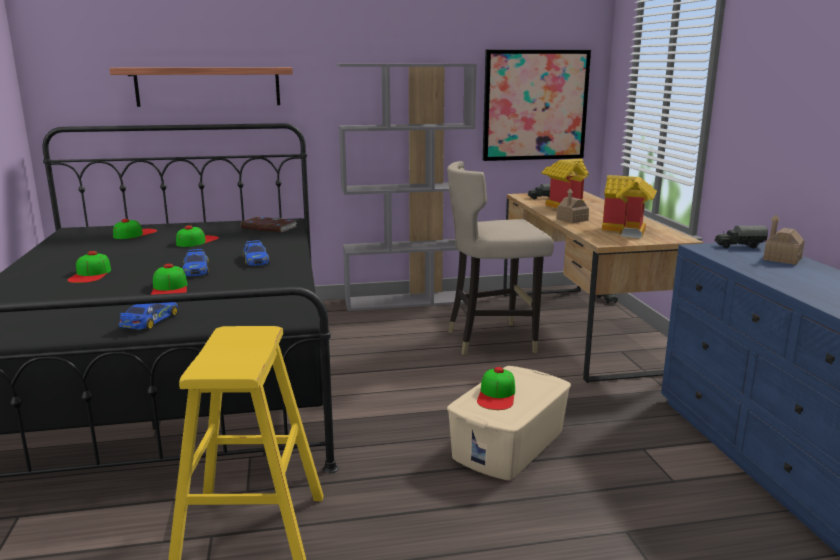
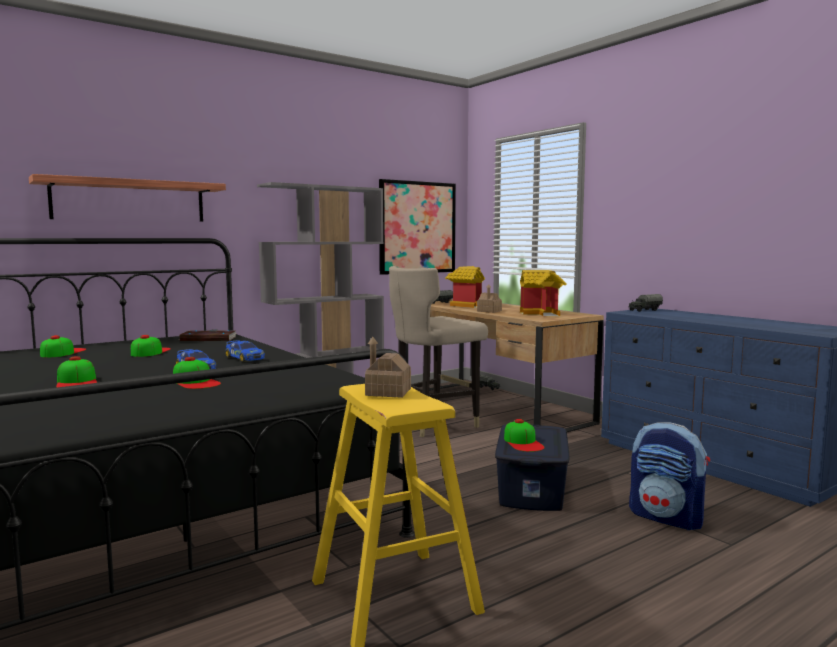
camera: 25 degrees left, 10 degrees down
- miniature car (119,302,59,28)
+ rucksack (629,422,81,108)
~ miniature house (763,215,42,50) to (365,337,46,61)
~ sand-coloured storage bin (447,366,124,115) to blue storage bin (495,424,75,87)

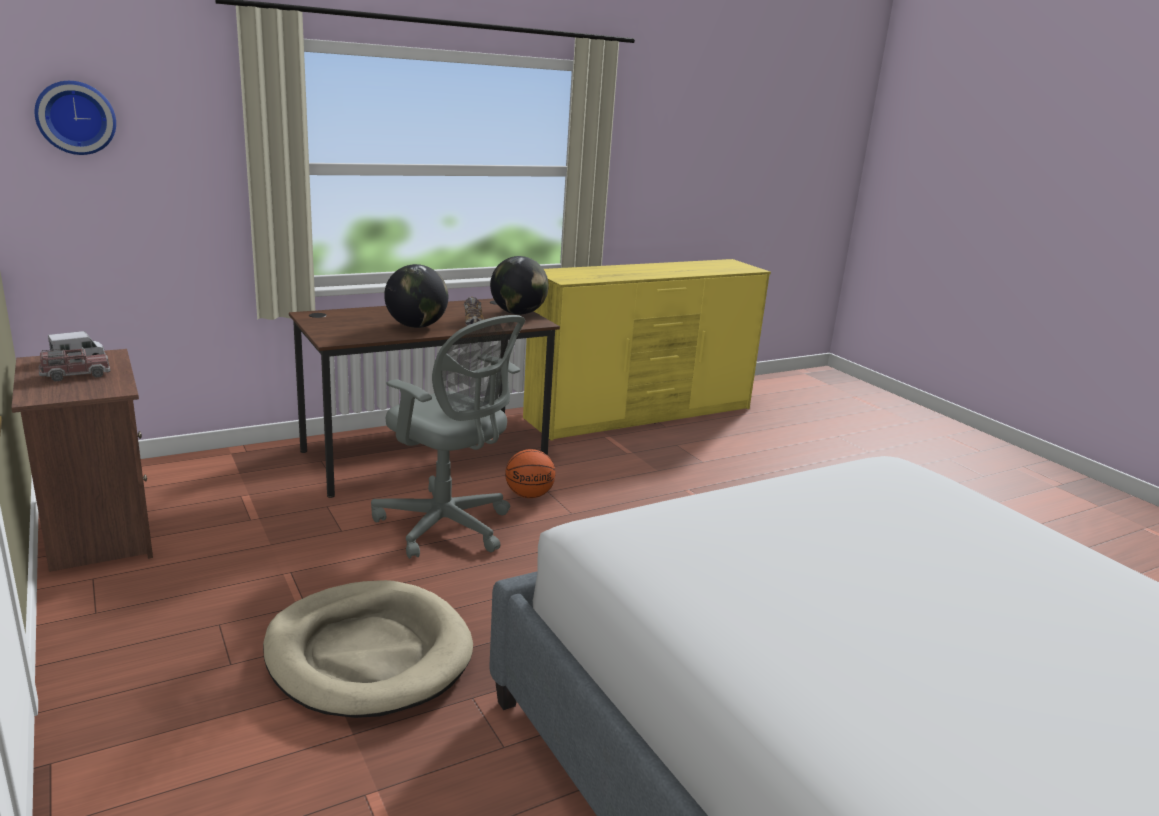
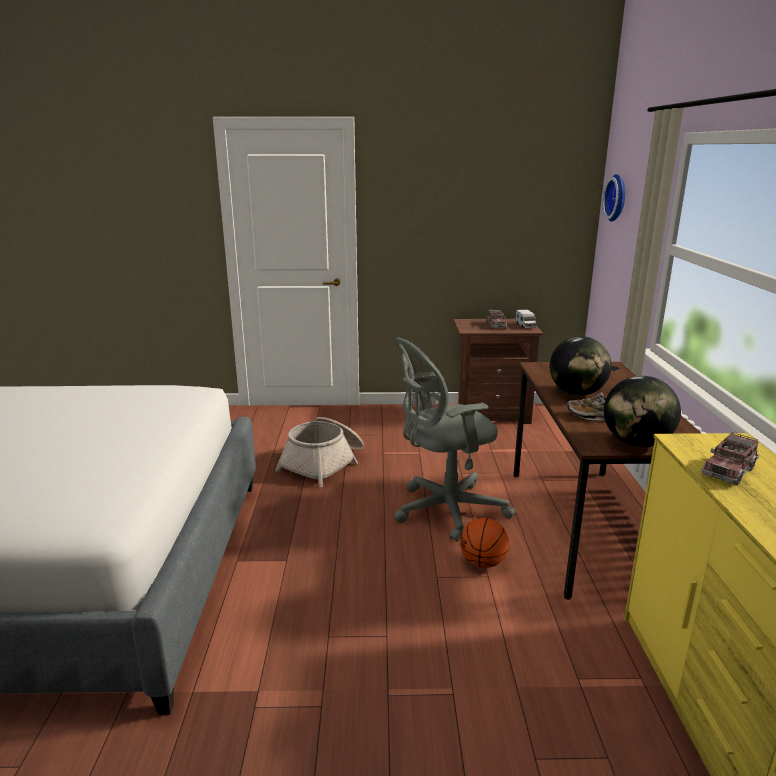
camera: 120 degrees right, 0 degrees up
+ toy truck (701,432,58,53)
~ sand-coloured dog bed (263,580,210,138) to basket (275,417,89,70)

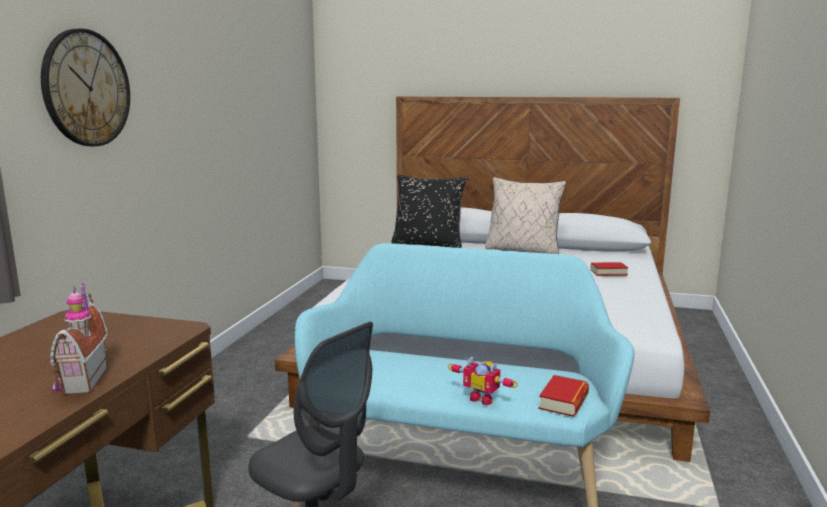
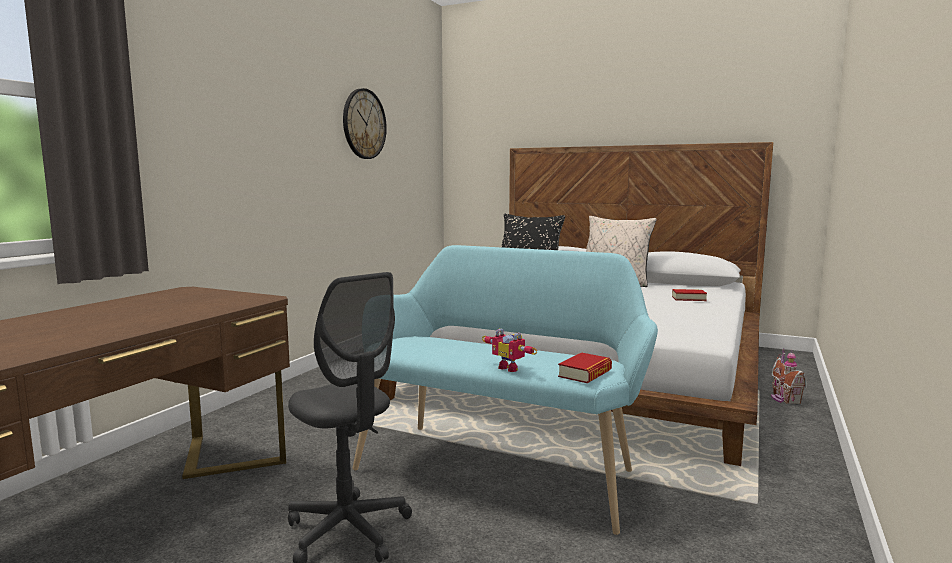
camera: 10 degrees right, 5 degrees down
~ hanging clock (41,29,89,117) to (343,88,44,71)
~ miniature house (50,283,58,111) to (771,348,36,56)

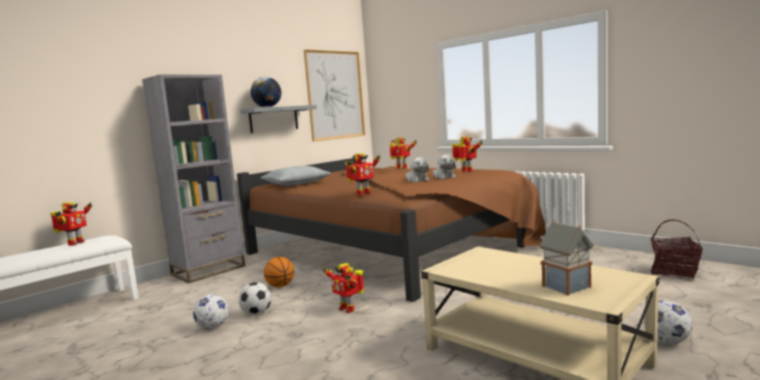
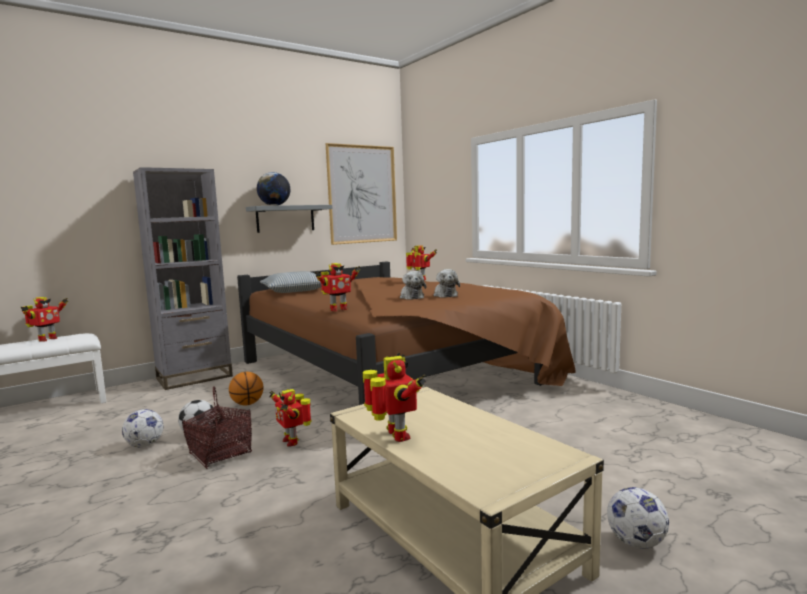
camera: 10 degrees right, 0 degrees up
- miniature house (539,220,55,76)
~ model robot (452,137,30,35) to (363,353,63,89)
~ basket (651,220,52,61) to (182,386,70,83)

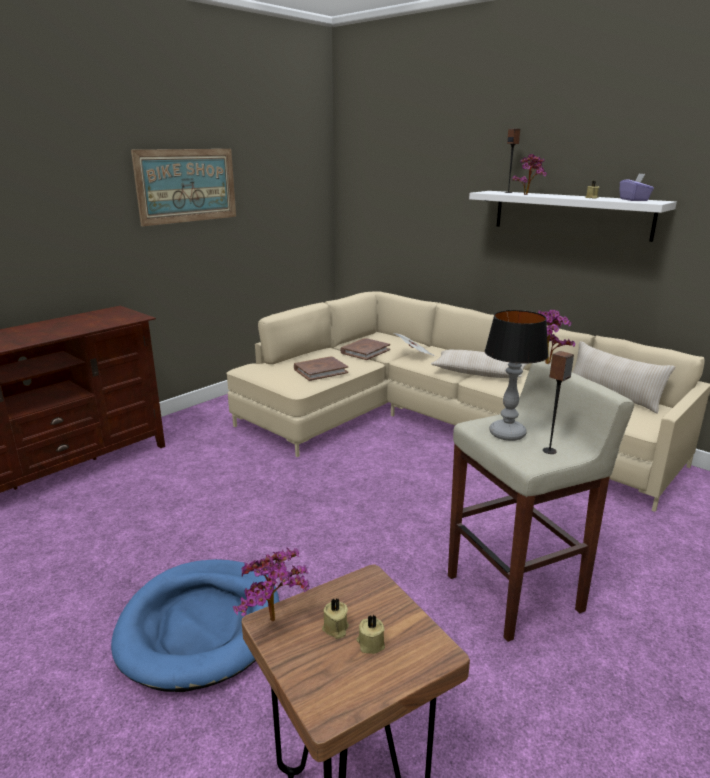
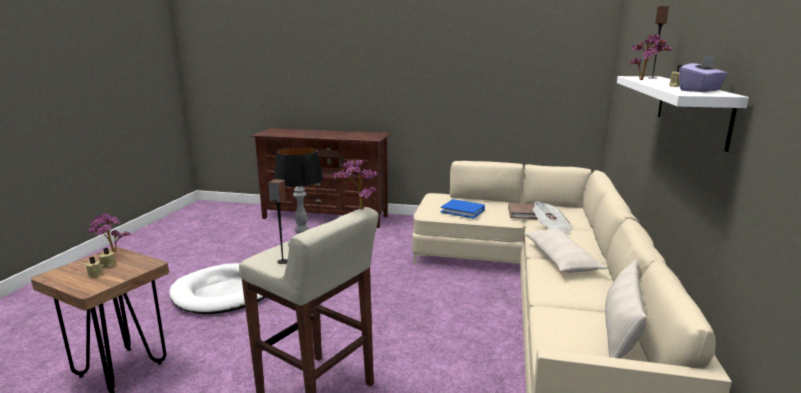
camera: 60 degrees right, 5 degrees down
- wall picture (131,149,105,77)
~ blue dog bed (111,559,168,133) to whitish dog bed (169,263,97,51)
~ brown-coloured volume (294,356,54,25) to blue volume (441,199,44,20)

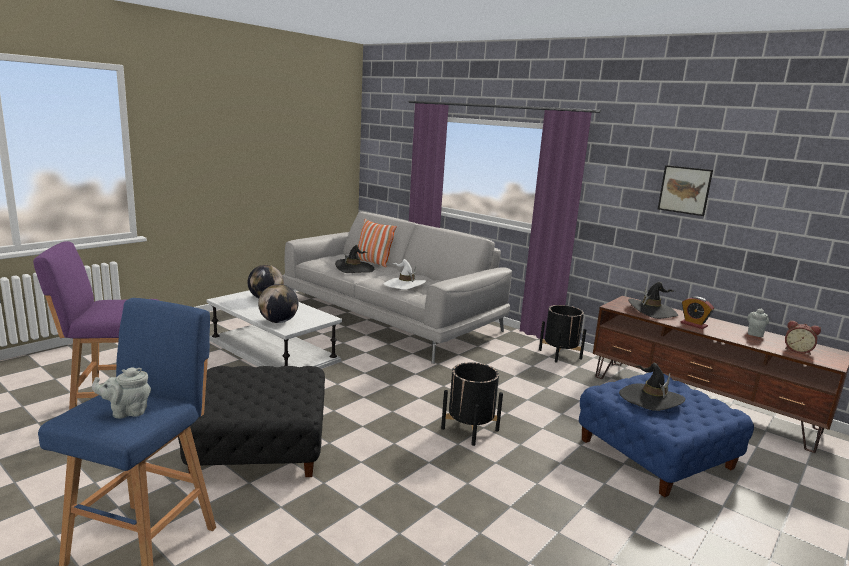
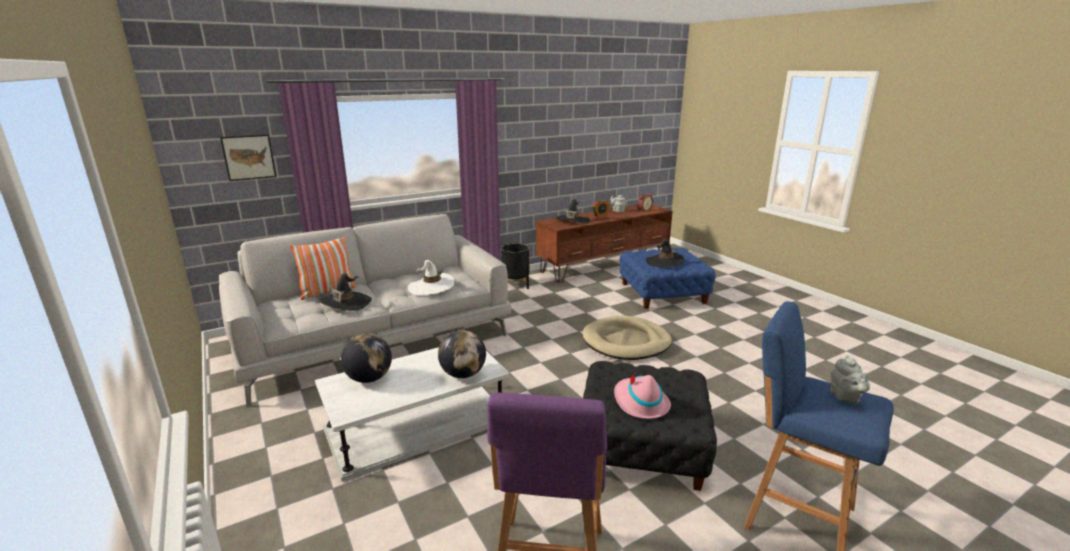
camera: 70 degrees left, 5 degrees up
+ pink-coloured clothing hat (614,374,57,45)
~ wall picture (658,165,55,51) to (220,134,56,47)
~ blackish flower pot (441,362,62,84) to sand-coloured dog bed (583,316,89,44)

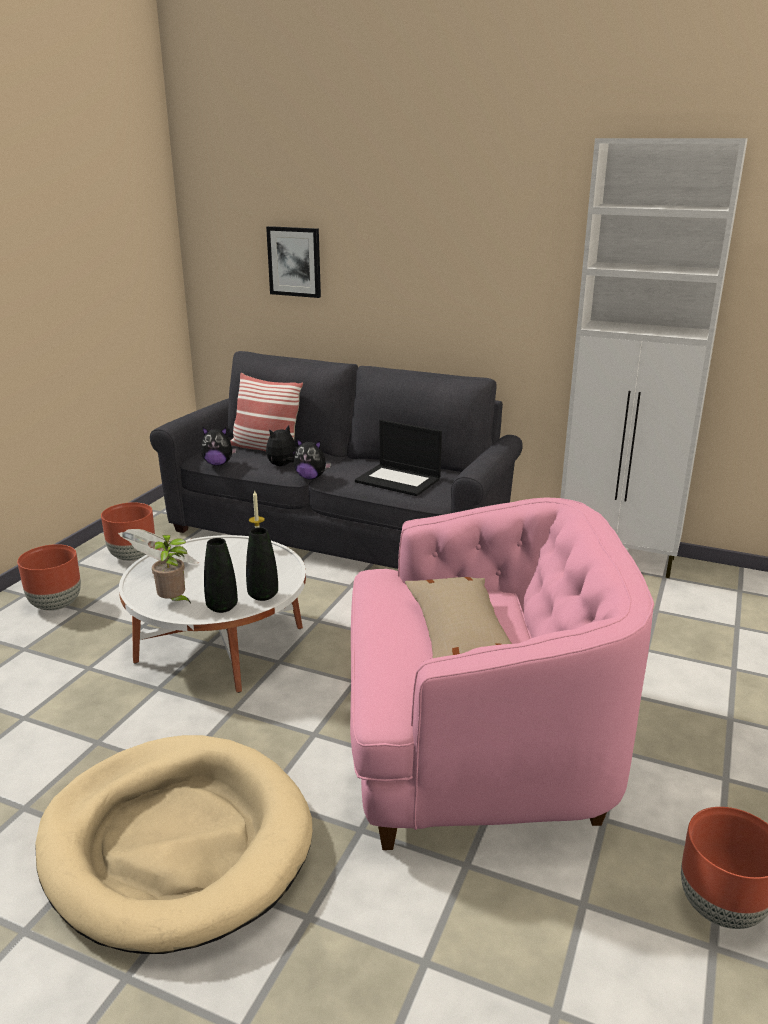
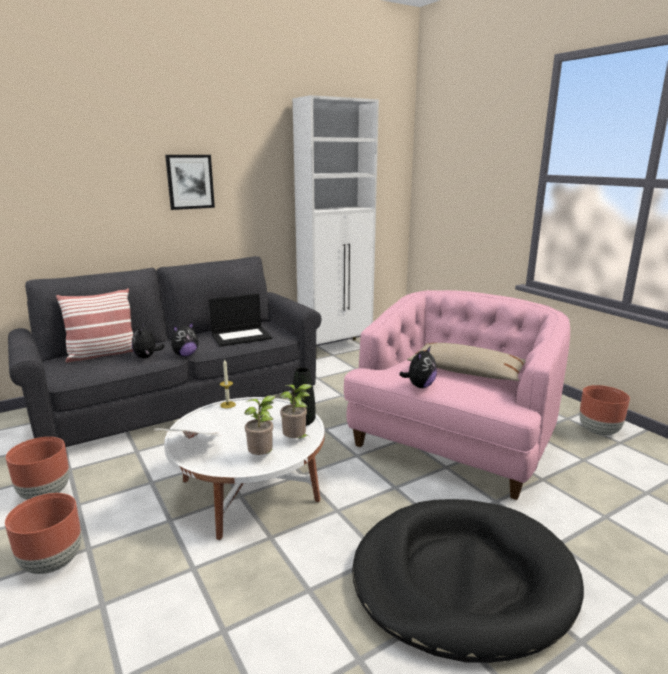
camera: 55 degrees left, 5 degrees down
~ plush toy (201,428,36,38) to (399,347,38,41)
~ wall picture (266,226,55,72) to (165,155,50,55)
~ blackish flower vase (204,538,34,75) to plant in a pot (280,384,32,54)
~ sand-coloured dog bed (35,735,277,219) to blackish dog bed (352,499,232,164)

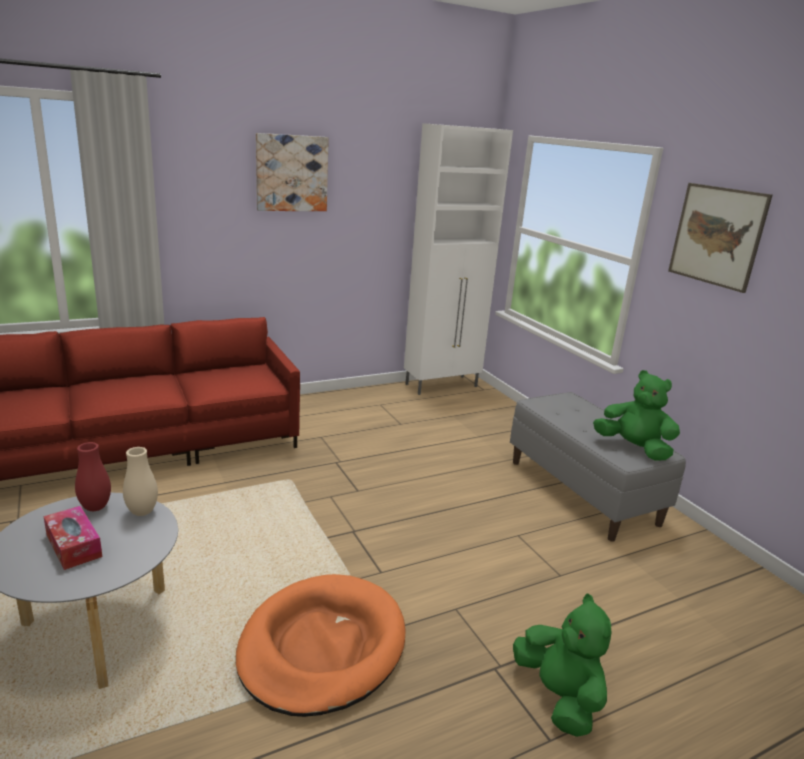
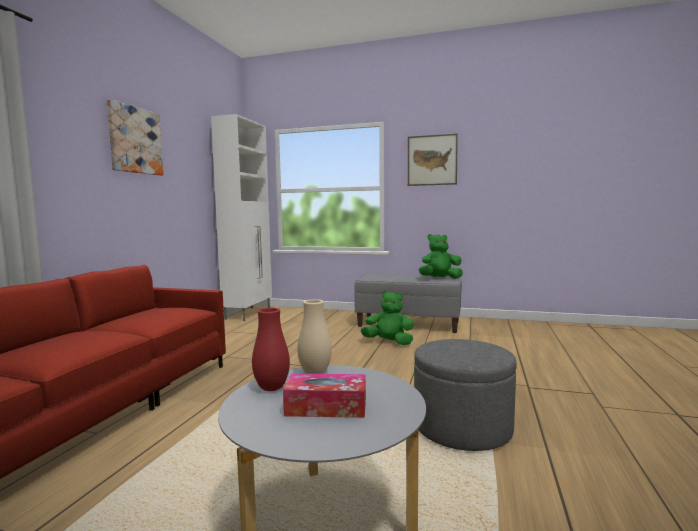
camera: 45 degrees left, 15 degrees down
~ greenish plush toy (513,594,99,143) to (360,291,54,54)
~ orangey dog bed (236,574,170,143) to greyish footrest (414,339,103,112)

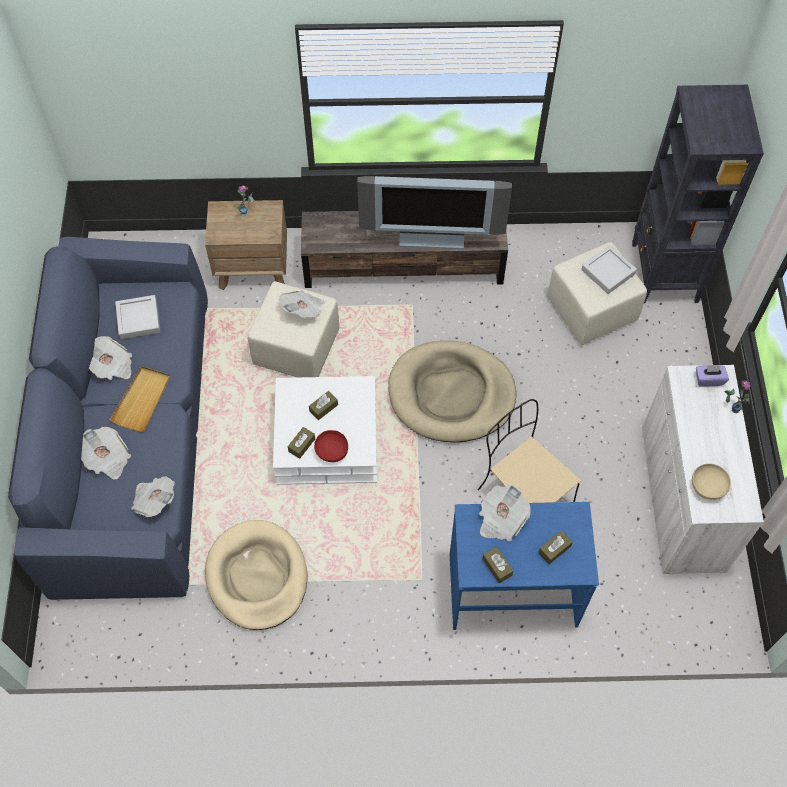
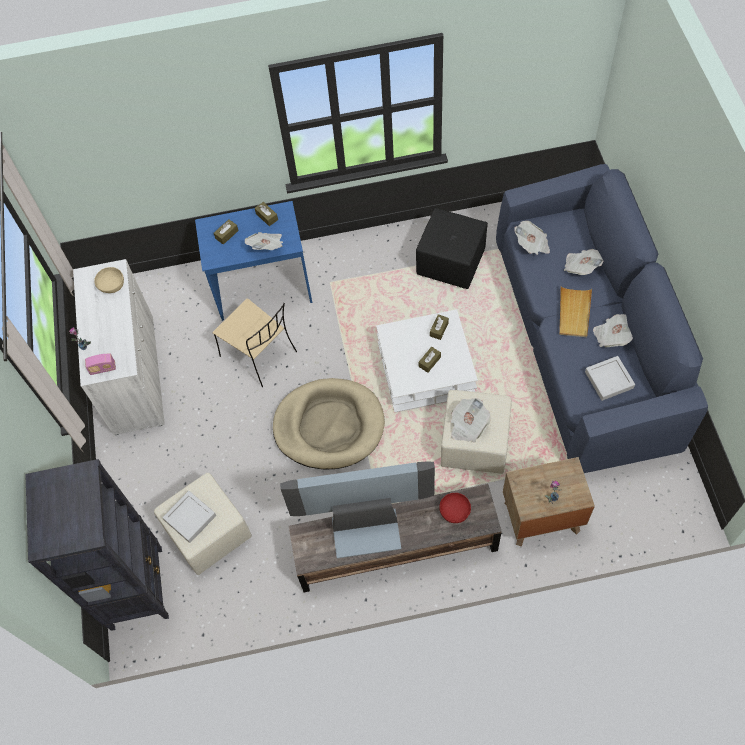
camera: 175 degrees right, 0 degrees up
~ red deep dish (314,430,34,32) to (439,493,32,30)
~ sand-coloured dog bed (205,520,102,110) to blackish footrest (416,208,72,81)
~ purple-coloured box of tissues (696,365,33,22) to radio (85,354,31,21)

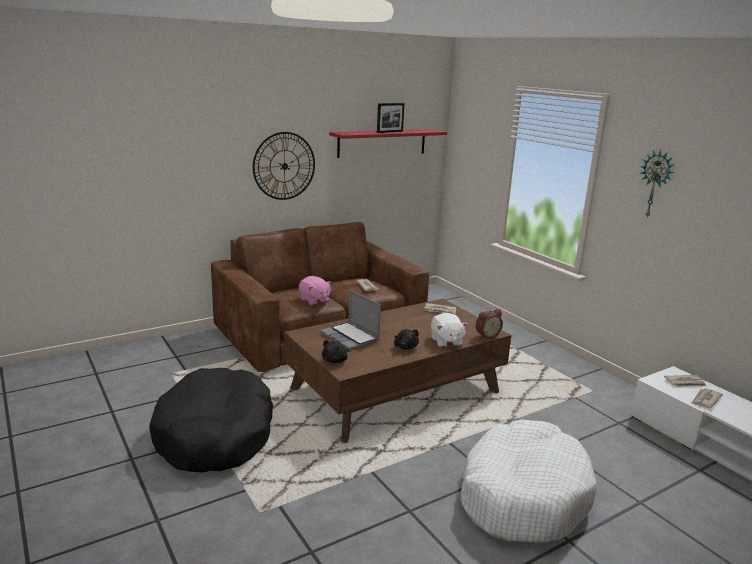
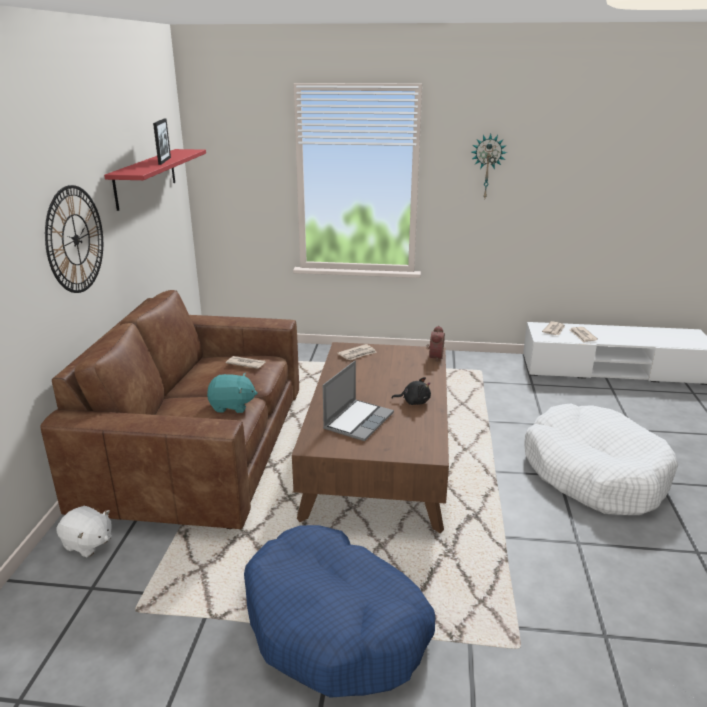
camera: 50 degrees left, 5 degrees up
- blackish plush toy (322,340,27,23)
~ whitish plush toy (431,313,37,35) to (56,506,56,51)
~ blackish dog bed (149,368,124,105) to blue dog bed (244,525,191,173)
~ pink-coloured plush toy (299,276,33,30) to turquoise-coloured plush toy (207,373,50,40)
~ portable computer (320,290,61,60) = (323,360,71,81) 60 degrees counterclockwise

